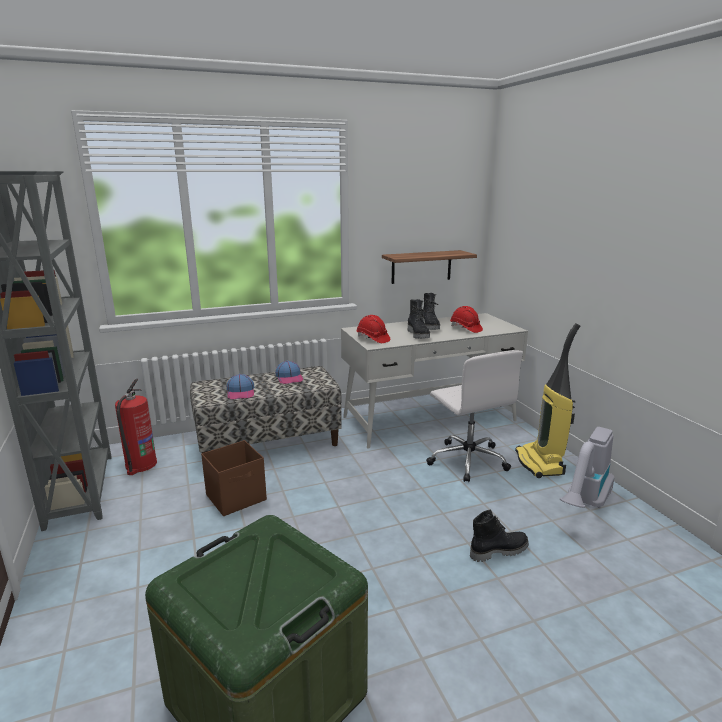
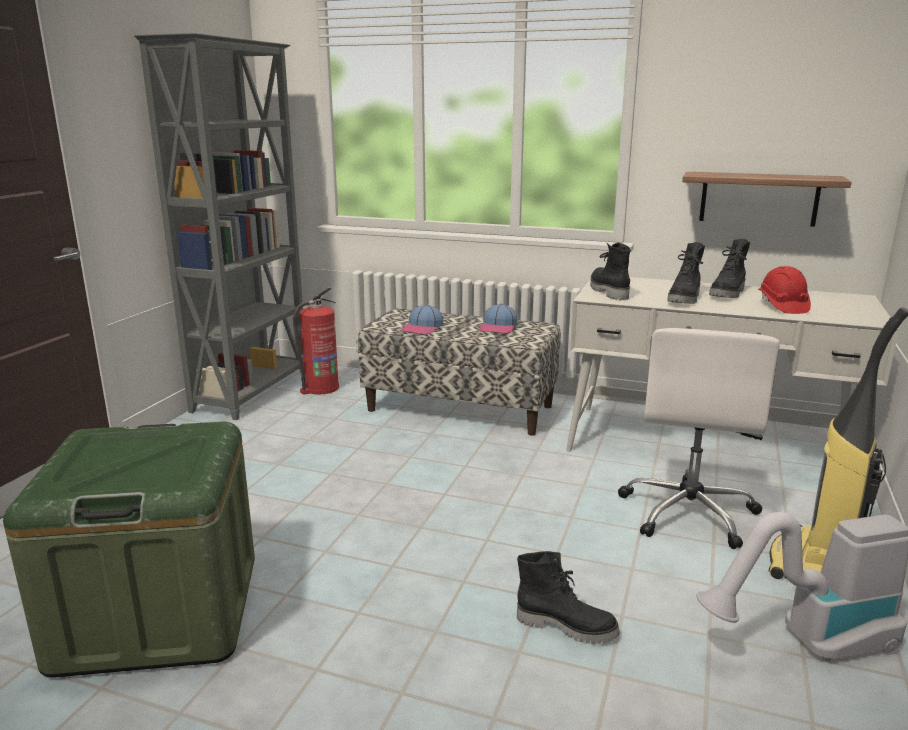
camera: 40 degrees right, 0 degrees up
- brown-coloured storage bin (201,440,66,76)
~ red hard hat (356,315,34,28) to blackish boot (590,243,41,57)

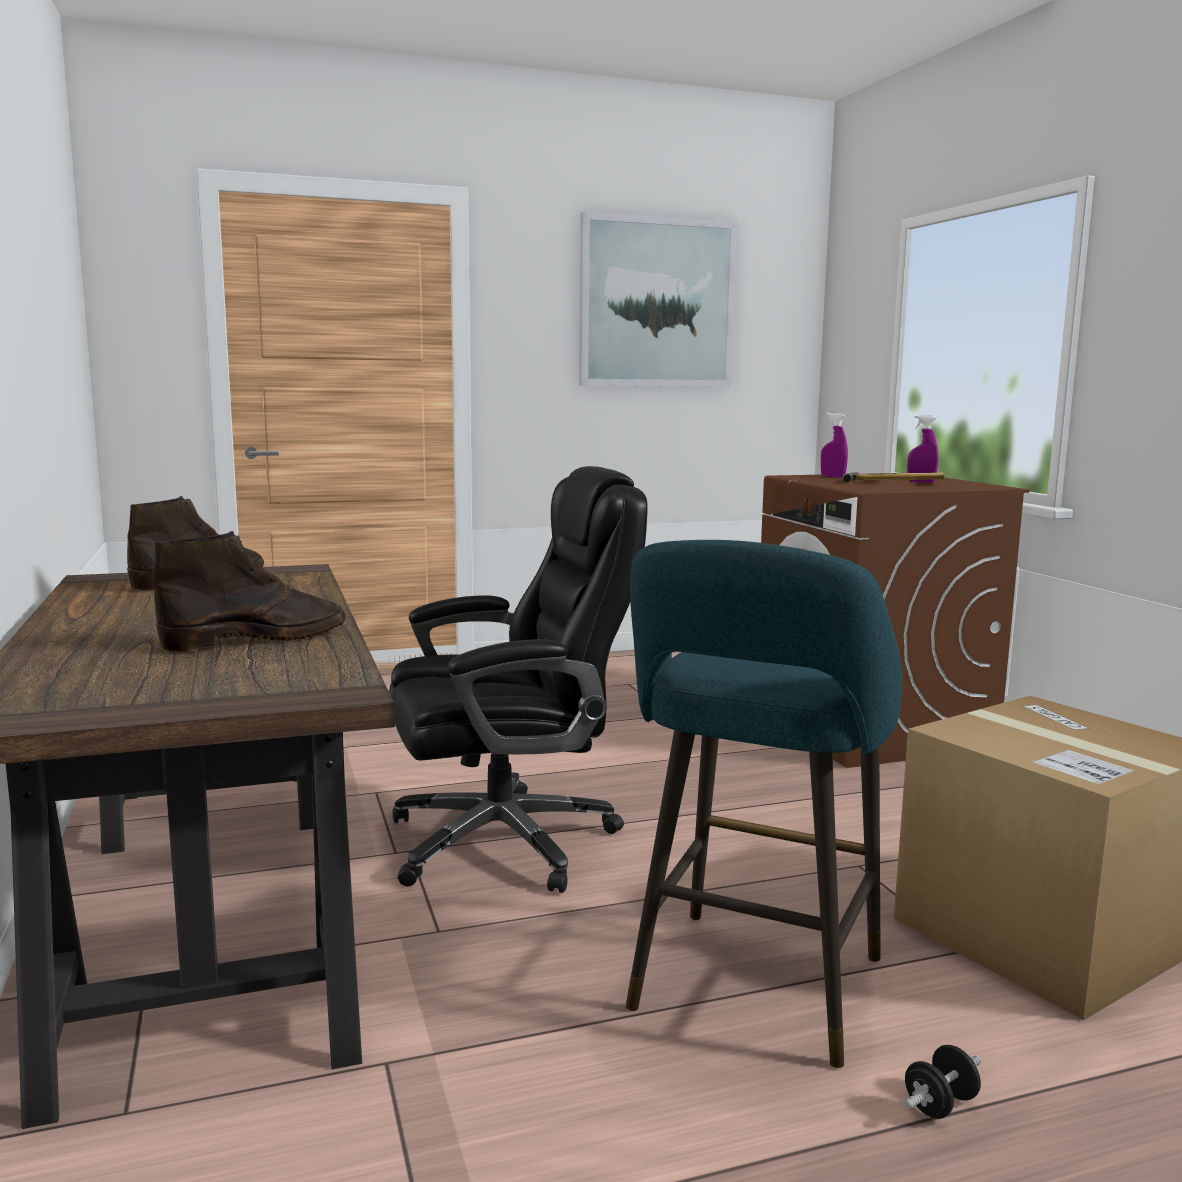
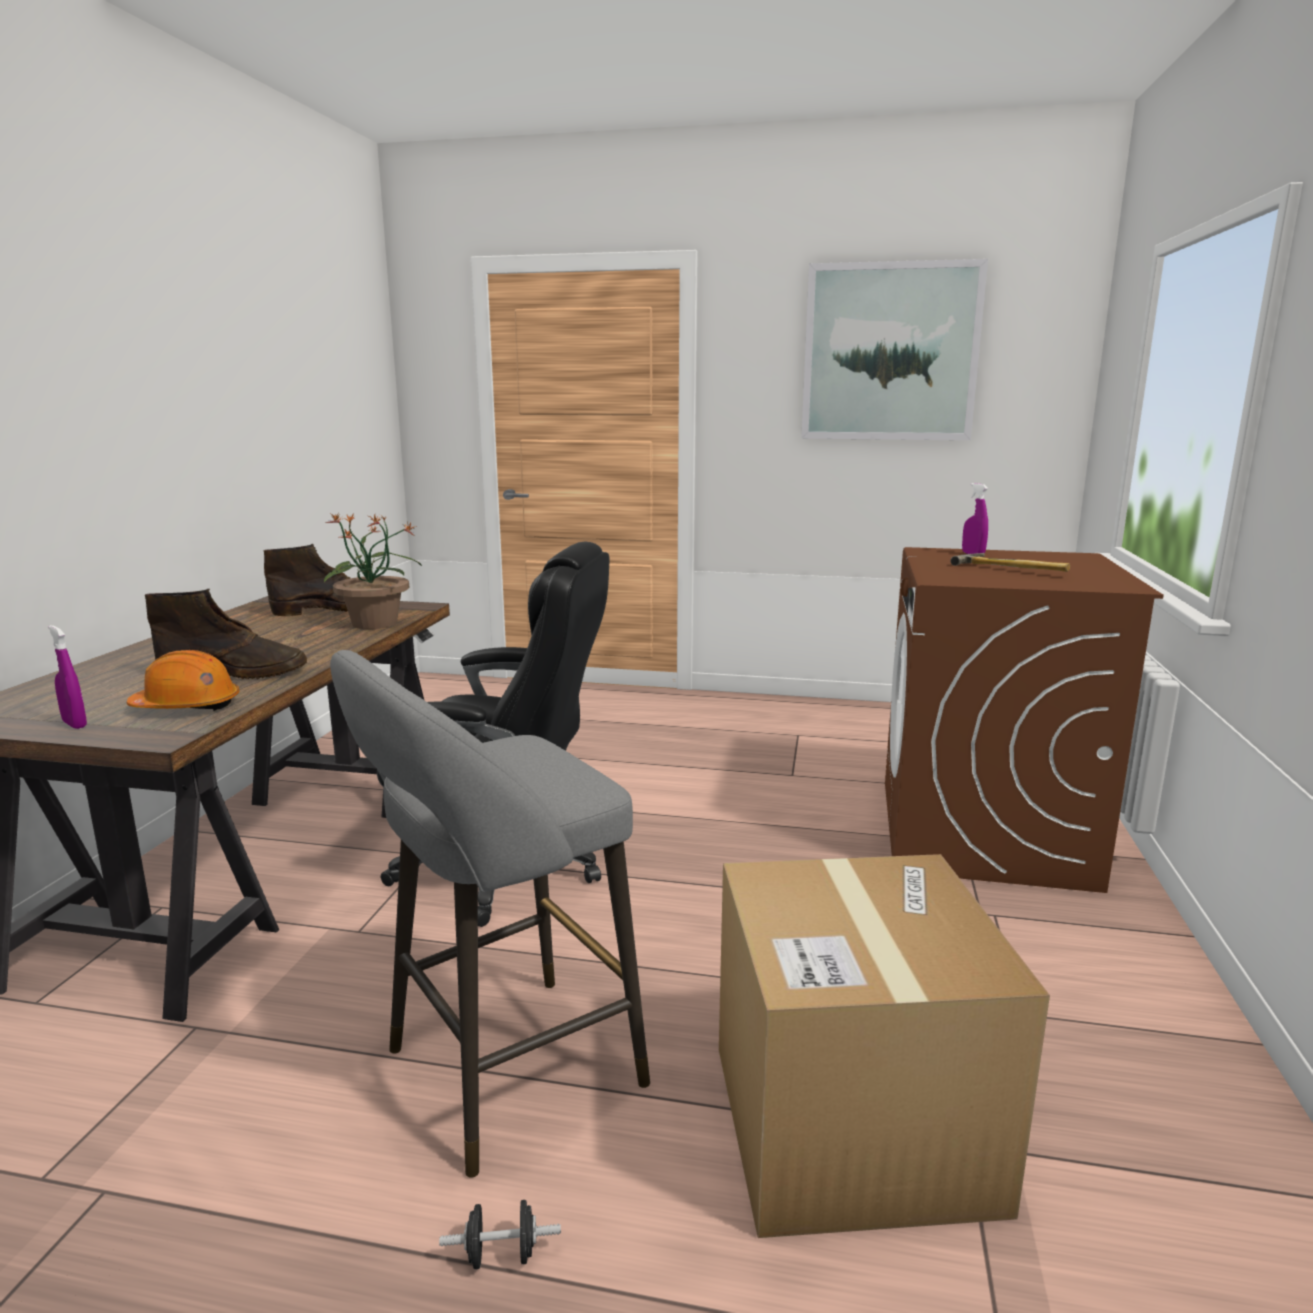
camera: 30 degrees right, 5 degrees up
+ orangey hard hat (127,650,113,61)
+ plant in a pot (324,513,98,116)
~ purple-coloured hand sprayer (907,415,31,68) to (48,625,39,104)
~ turquoise-coloured stool (626,540,276,528) to greyish stool (330,650,320,528)

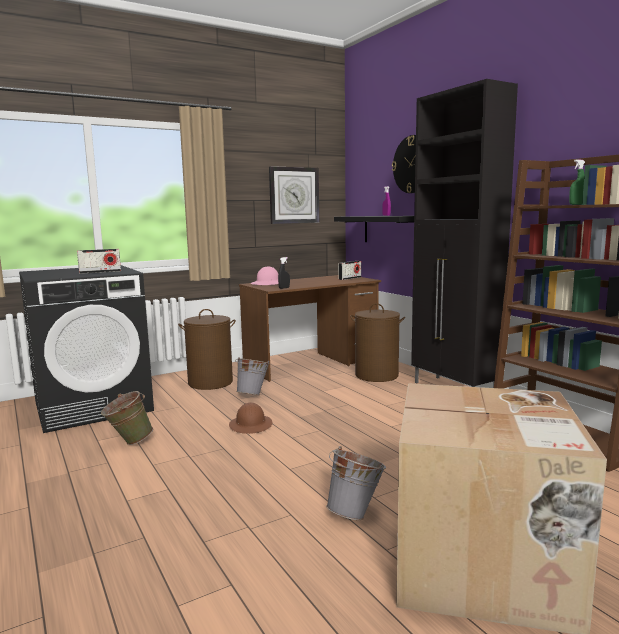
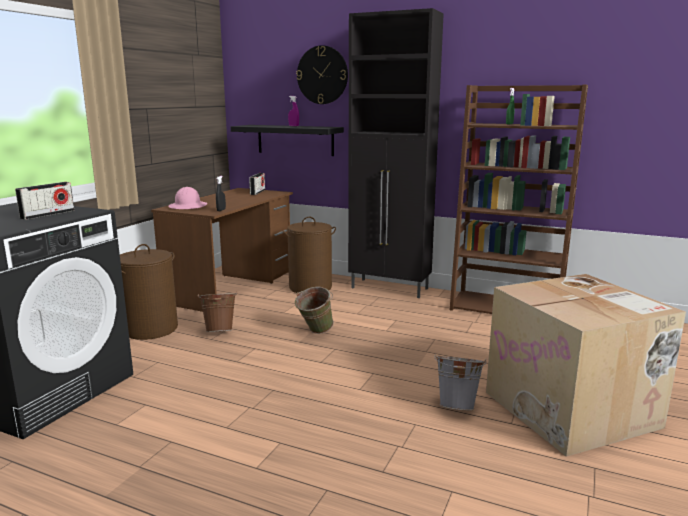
camera: 35 degrees left, 5 degrees up
- brown-coloured hard hat (229,402,44,32)
- hanging clock (269,166,50,58)
~ greenish bucket (101,391,52,54) to (295,287,39,47)
~ greyish bucket (235,357,34,38) to brown-coloured bucket (198,292,39,40)

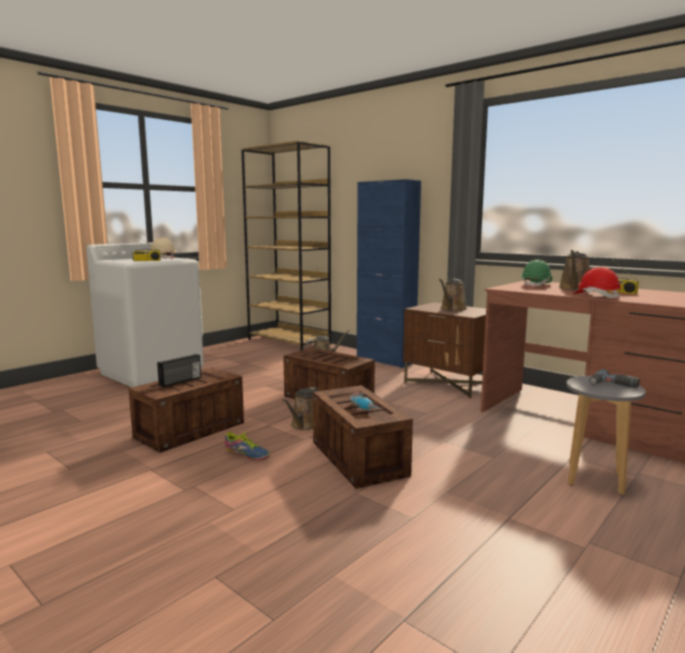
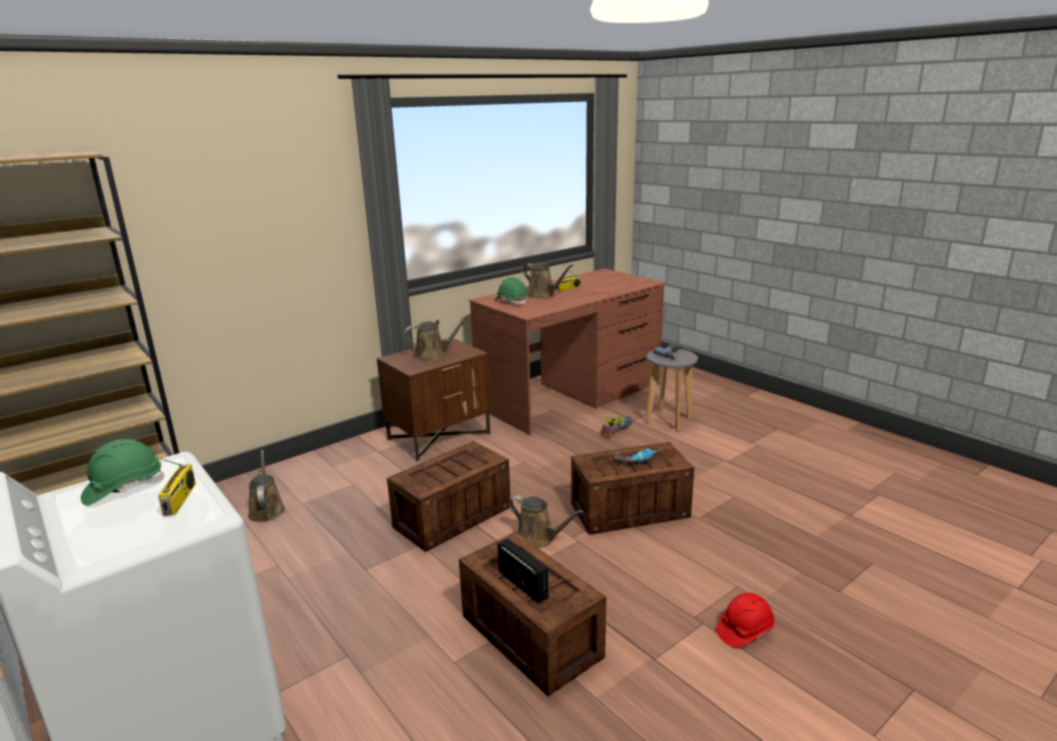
camera: 80 degrees left, 10 degrees up
- blue cupboard (357,179,64,189)
~ low shoe (224,431,46,29) to (602,416,30,21)
~ red hard hat (573,267,48,32) to (716,593,59,55)
~ sand-coloured hard hat (150,238,26,21) to greenish hard hat (81,439,83,67)
~ brown-coloured watering can (439,279,28,32) = (404,313,67,48) 60 degrees counterclockwise

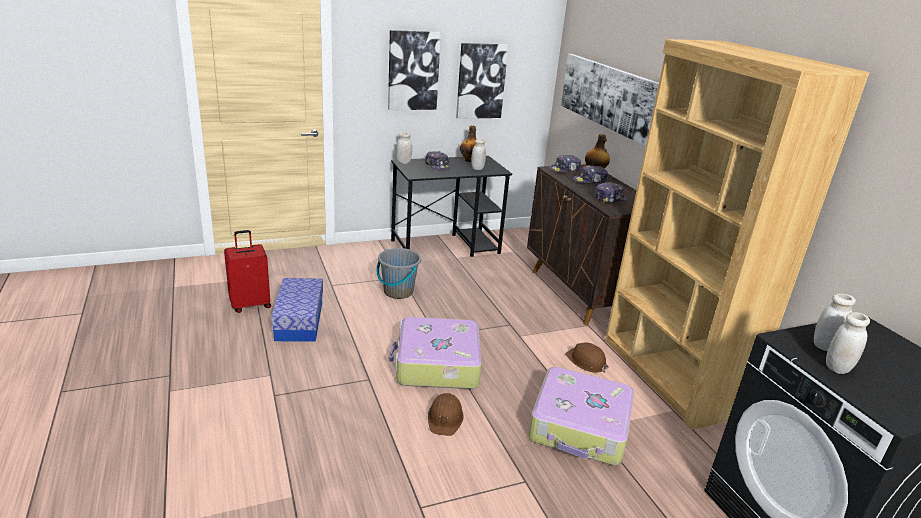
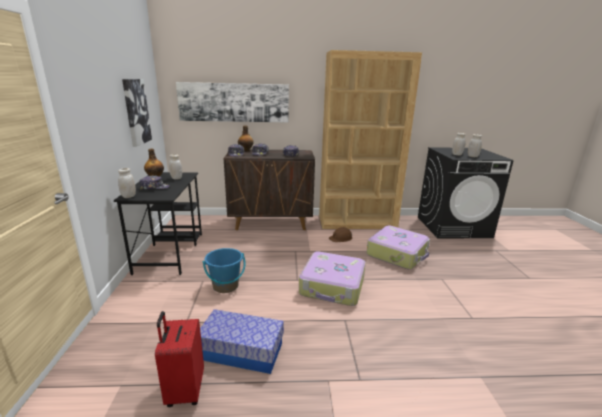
camera: 70 degrees left, 5 degrees down
- wall picture (388,30,53,80)
- brown-coloured hard hat (428,393,36,43)
~ greyish bucket (377,248,44,51) to blue bucket (203,248,43,45)

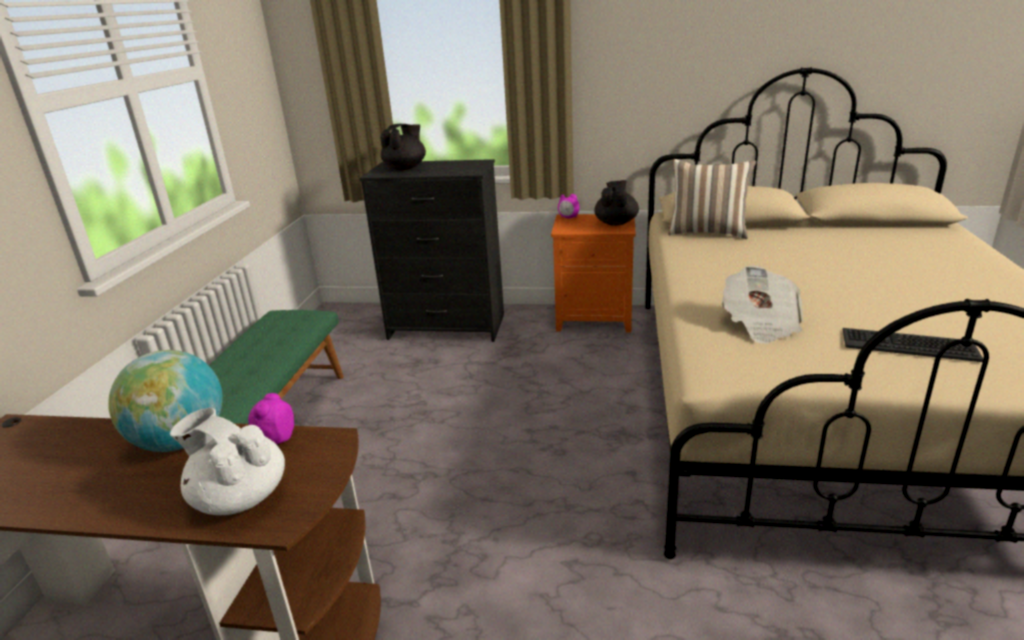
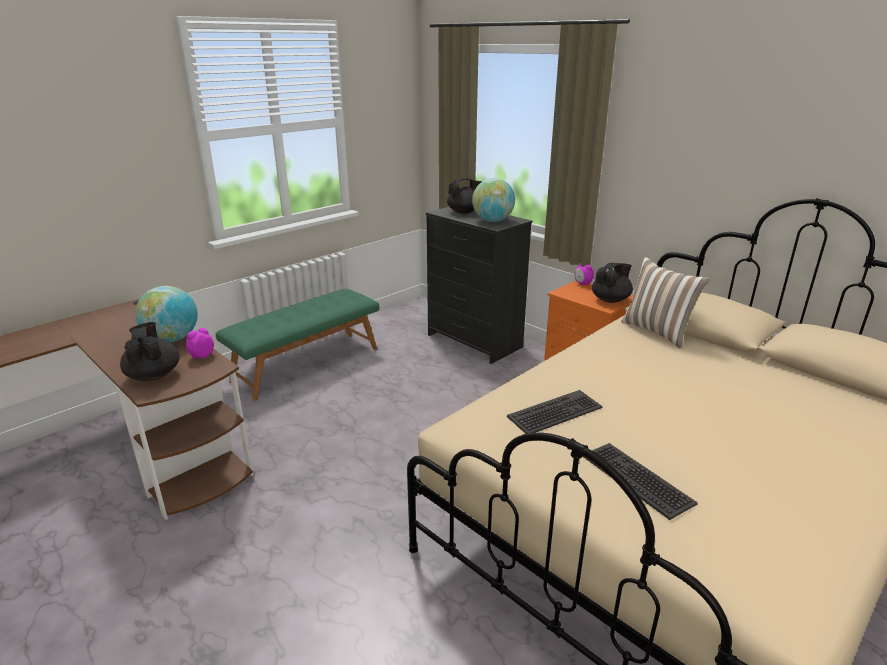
camera: 35 degrees right, 0 degrees up
+ desk globe (472,178,43,44)
~ printed paper (721,265,82,79) to keyboard (507,390,95,44)
~ whitish teapot (170,408,115,107) to blackish teapot (120,322,60,59)

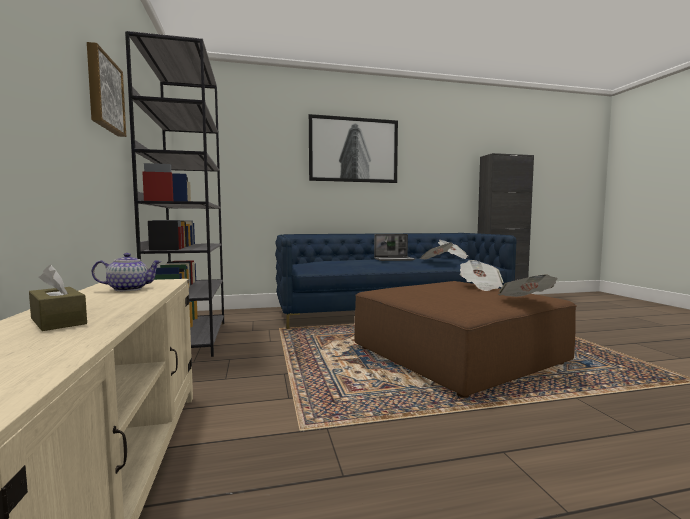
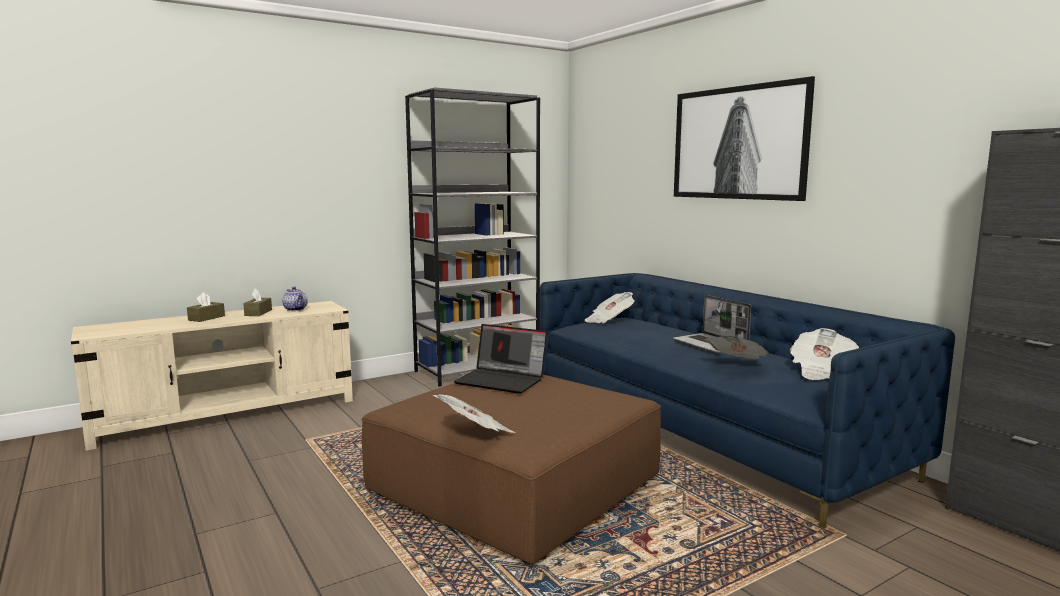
camera: 70 degrees right, 5 degrees up
- wall picture (87,42,39,95)
+ brown-coloured box of tissues (243,288,29,28)
+ portable computer (454,324,93,70)
~ printed paper (460,260,44,31) to (585,292,49,31)

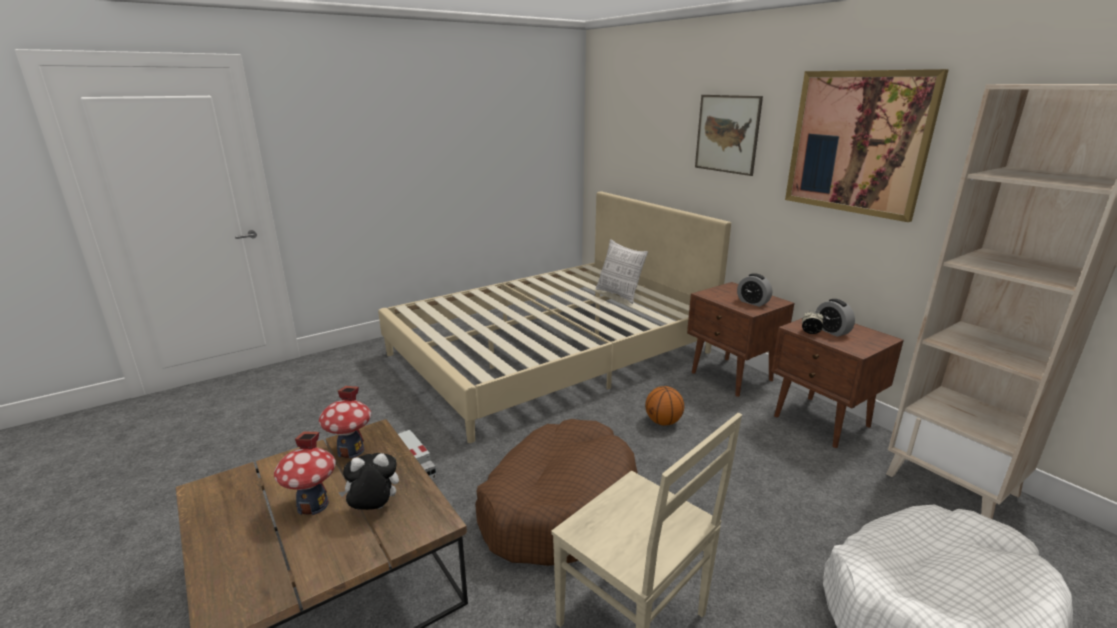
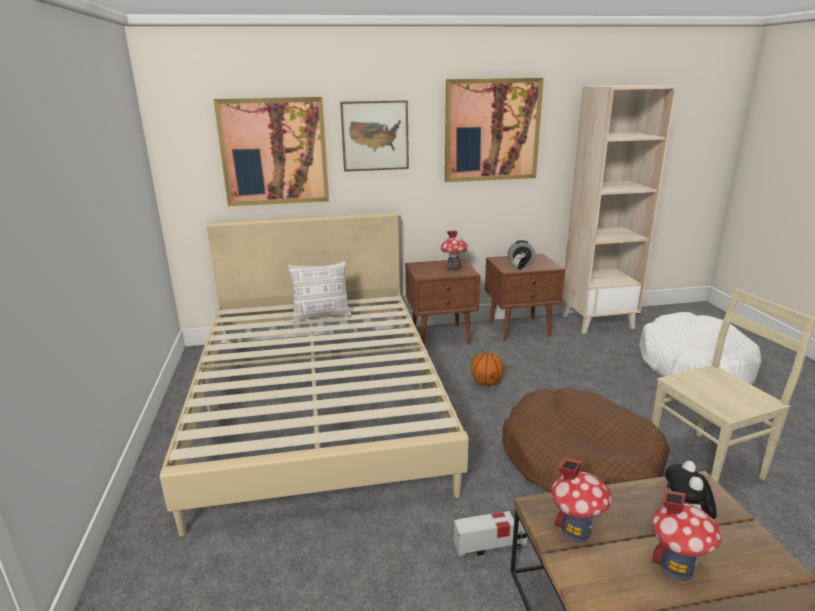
camera: 65 degrees left, 0 degrees up
+ wall picture (213,97,116,109)
~ table clock (737,273,35,34) to miniature house (441,230,27,41)

